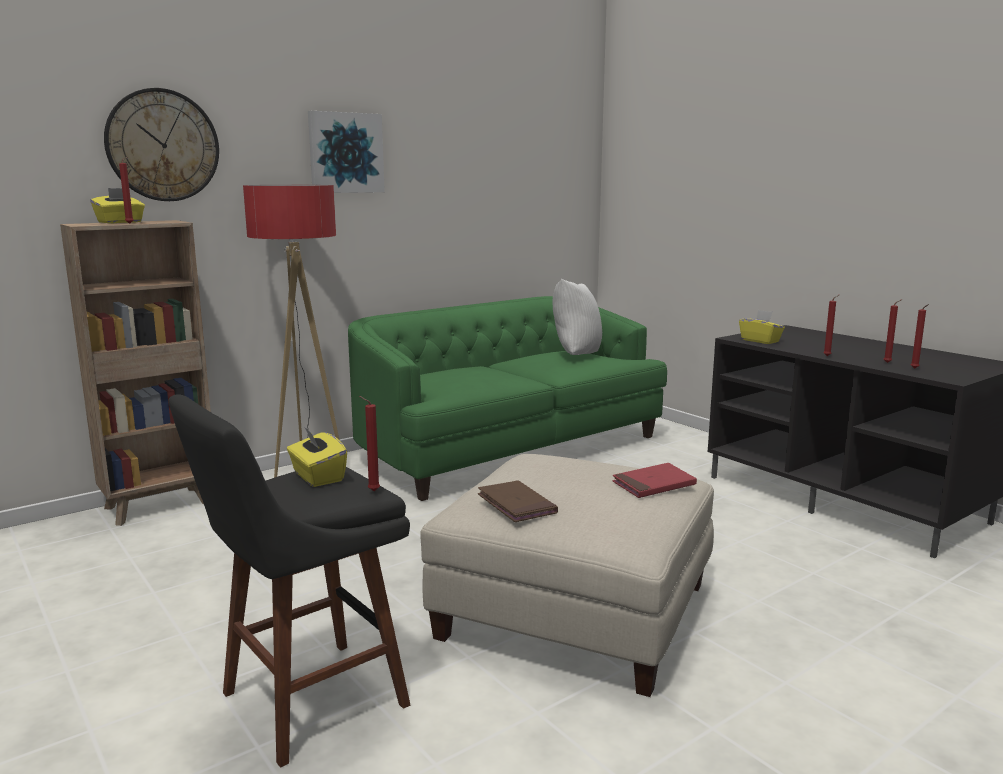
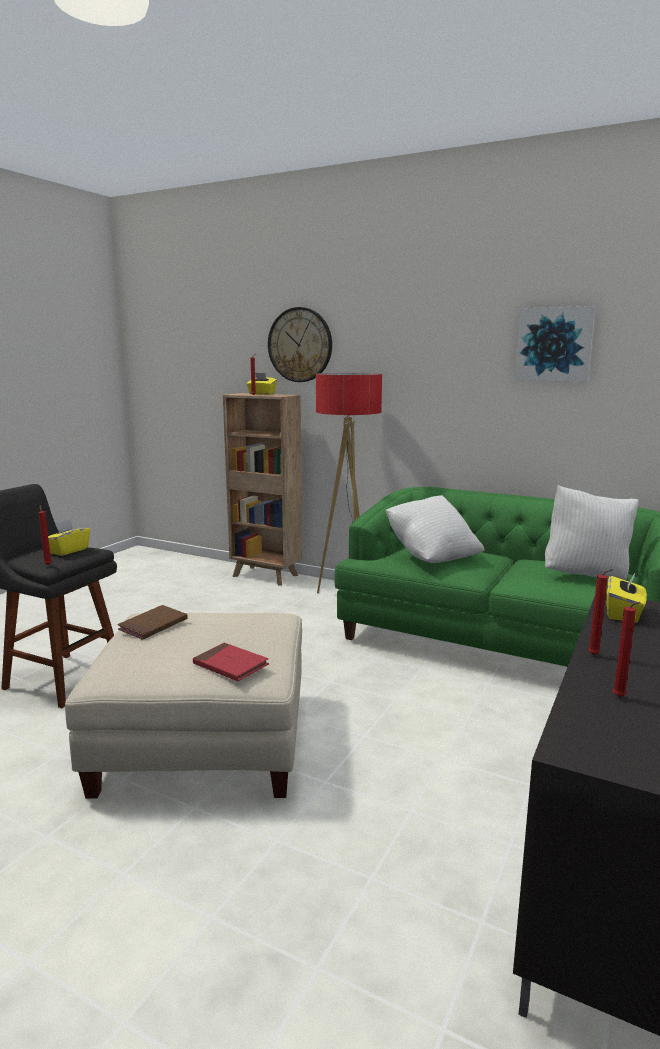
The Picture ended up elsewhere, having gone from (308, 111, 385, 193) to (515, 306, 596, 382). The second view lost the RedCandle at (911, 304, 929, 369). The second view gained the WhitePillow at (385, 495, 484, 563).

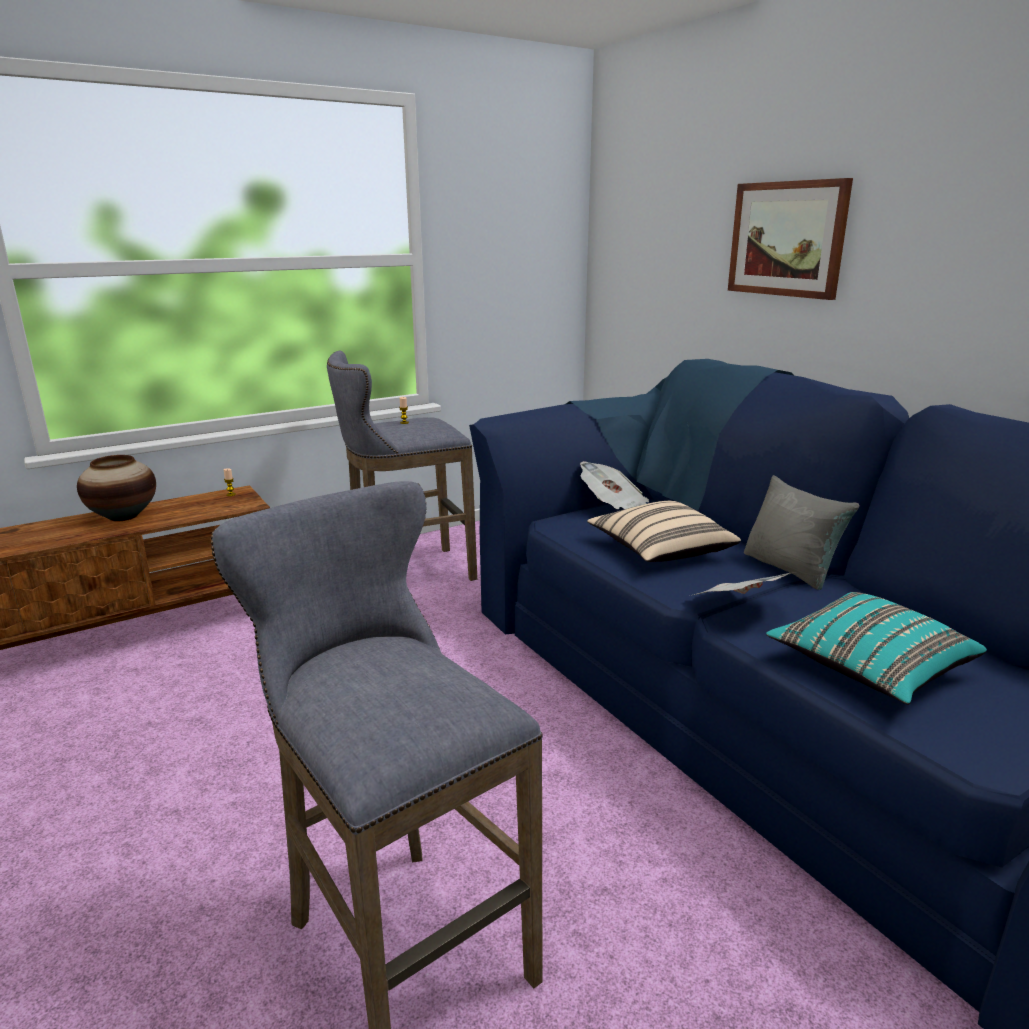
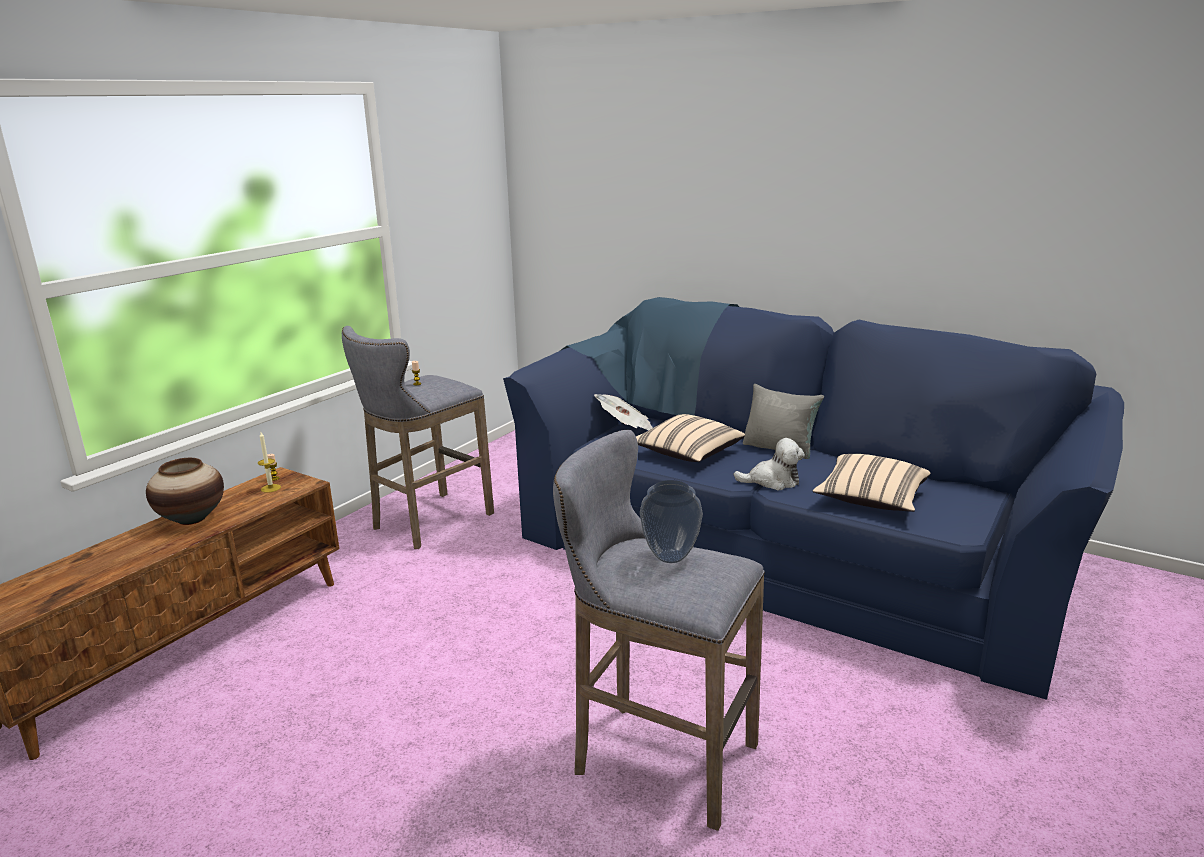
The second view lost the Picture at (728, 178, 853, 300). Where the Newspaper stood at (694, 572, 796, 595), the PlushToy came to stand at (733, 438, 805, 491). What was the TurquoisePillow at (766, 592, 987, 705) turned into the BeigePillow at (813, 454, 930, 512). The second view gained the Candle at (258, 432, 281, 493). The second view gained the Vase at (640, 480, 703, 563).

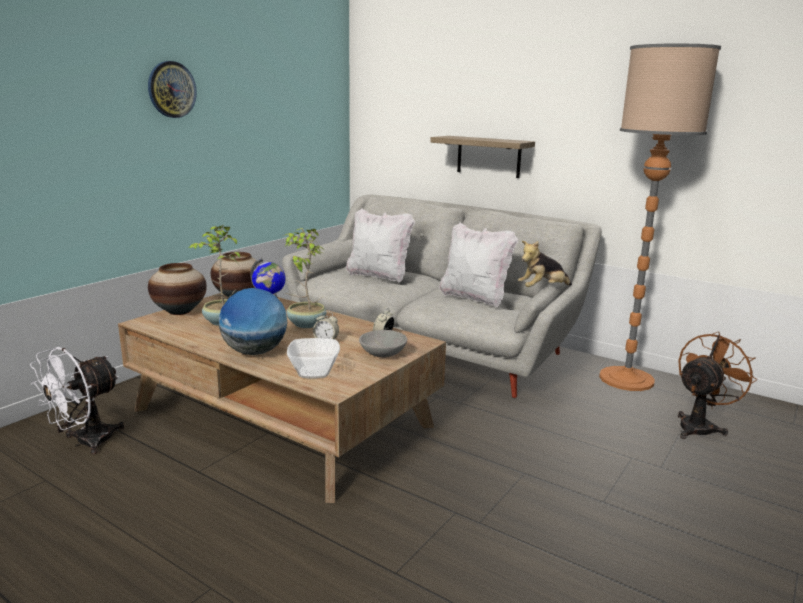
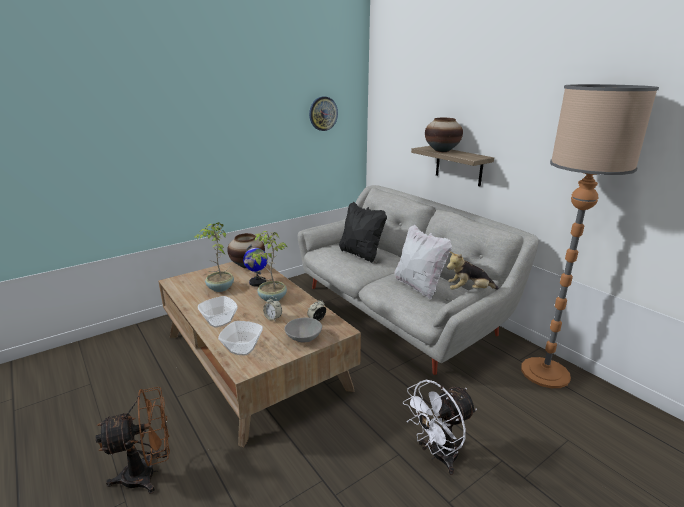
The WallClock ended up elsewhere, having gone from (148, 61, 197, 118) to (309, 97, 338, 131). What was the WhitePillow at (346, 208, 415, 282) turned into the BlackPillow at (339, 201, 387, 263). The Vase ended up elsewhere, having gone from (148, 263, 207, 315) to (425, 118, 463, 152). Where the Globe stood at (219, 288, 288, 355), the Bowl came to stand at (198, 296, 238, 328). The BrownFan ended up elsewhere, having gone from (678, 331, 757, 439) to (95, 387, 170, 494). The WhiteFan ended up elsewhere, having gone from (30, 347, 125, 454) to (403, 380, 477, 475).

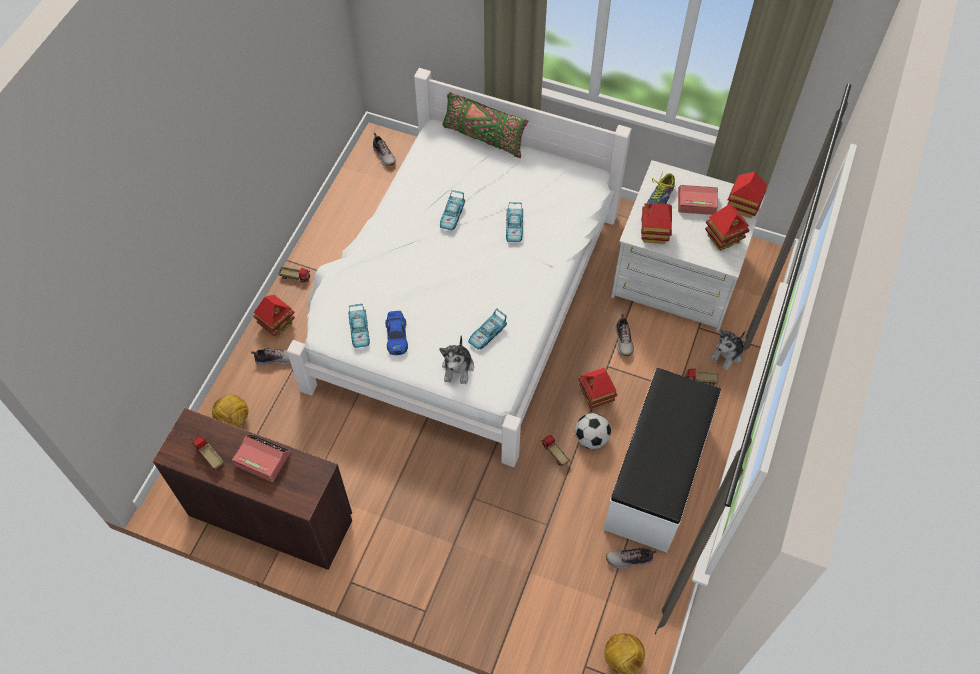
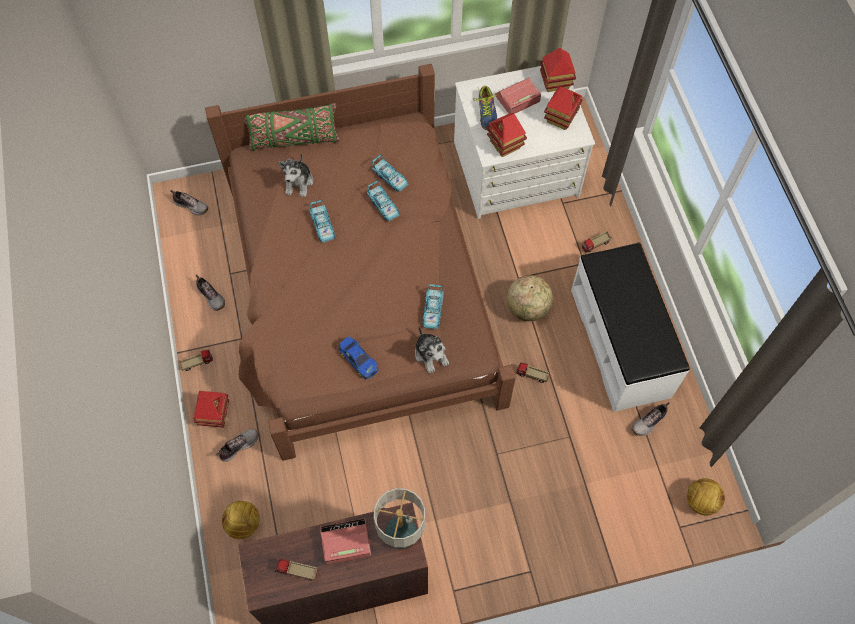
What was the WhiteBed at (287, 68, 631, 467) turned into the BrownBed at (205, 64, 516, 461). The ToyCar ended up elsewhere, having gone from (348, 304, 370, 348) to (372, 154, 408, 192). The Shoe ended up elsewhere, having gone from (615, 314, 634, 356) to (196, 274, 225, 311). The PlushToy ended up elsewhere, having gone from (710, 328, 745, 371) to (278, 152, 313, 197). Where the ToyHouse stood at (579, 367, 617, 409), the Globe came to stand at (507, 275, 553, 321). The second view lost the Football at (575, 413, 611, 449). The second view gained the TableLamp at (373, 488, 425, 549).

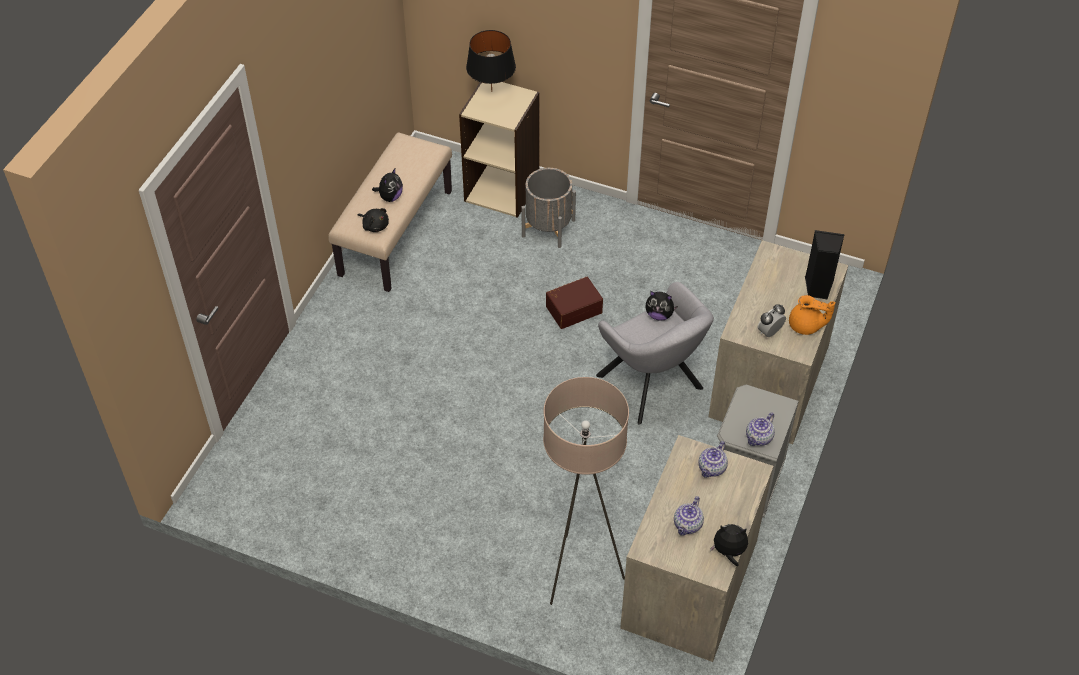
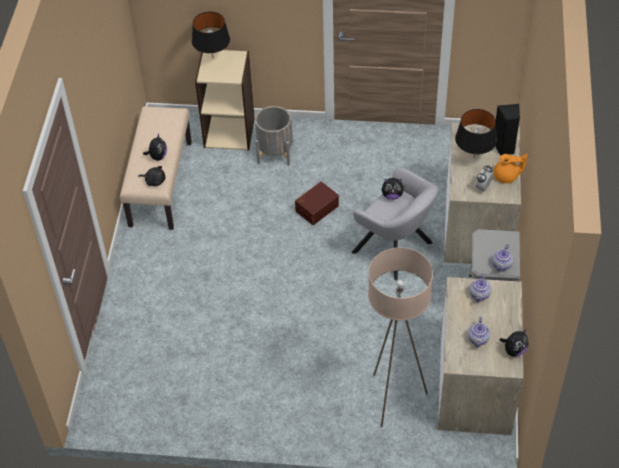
The PlushToy at (710, 524, 748, 566) ended up facing another way, 150 degrees clockwise from before. The second view gained the BlackTableLamp at (455, 109, 497, 156).

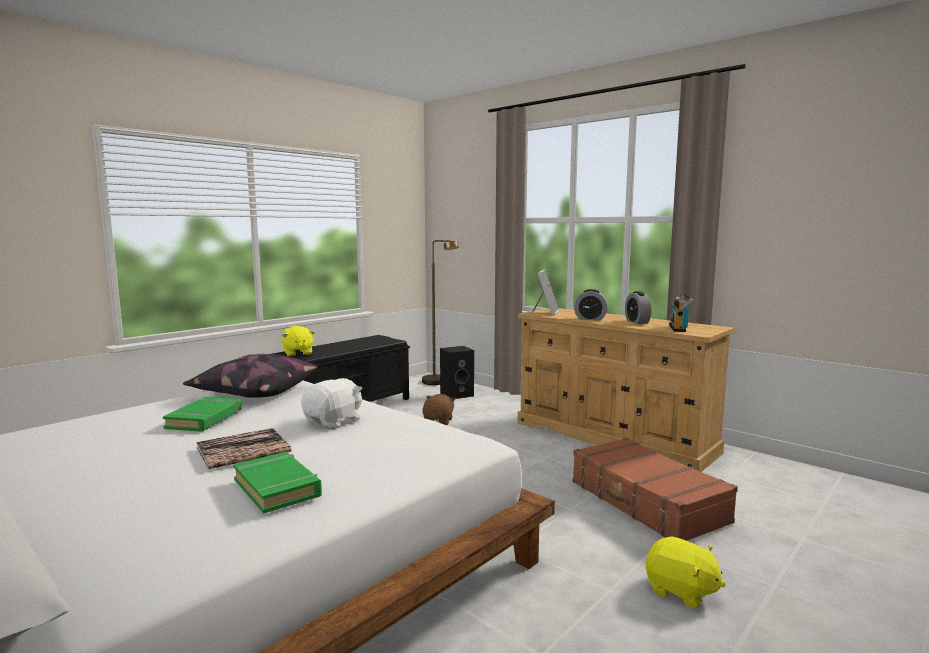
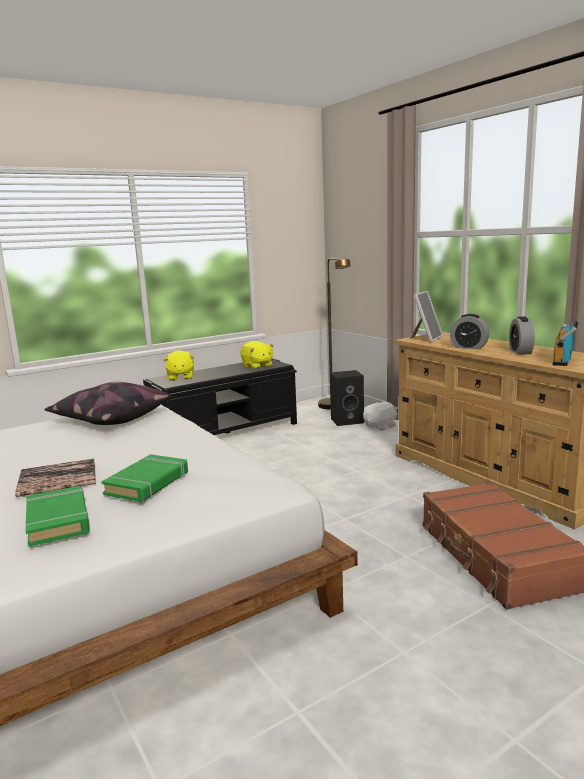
The WhitePlushToy ended up elsewhere, having gone from (301, 378, 362, 429) to (363, 402, 398, 431). The second view lost the BrownPlushToy at (422, 394, 456, 425). The GreenBook ended up elsewhere, having gone from (163, 397, 242, 432) to (101, 454, 188, 502). The YellowPlushToy ended up elsewhere, having gone from (646, 536, 726, 608) to (240, 341, 274, 369).

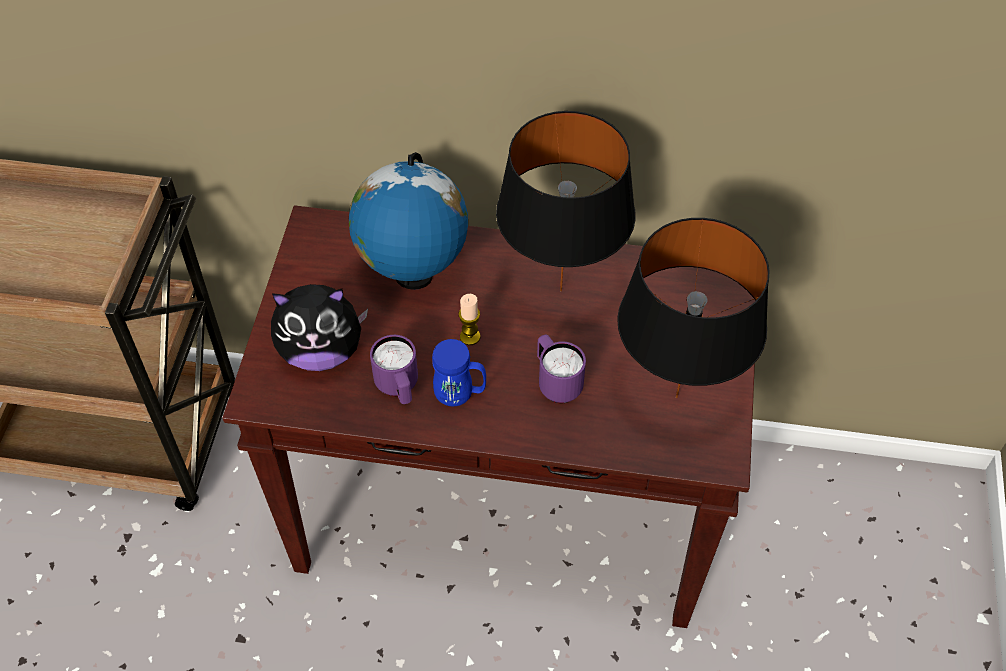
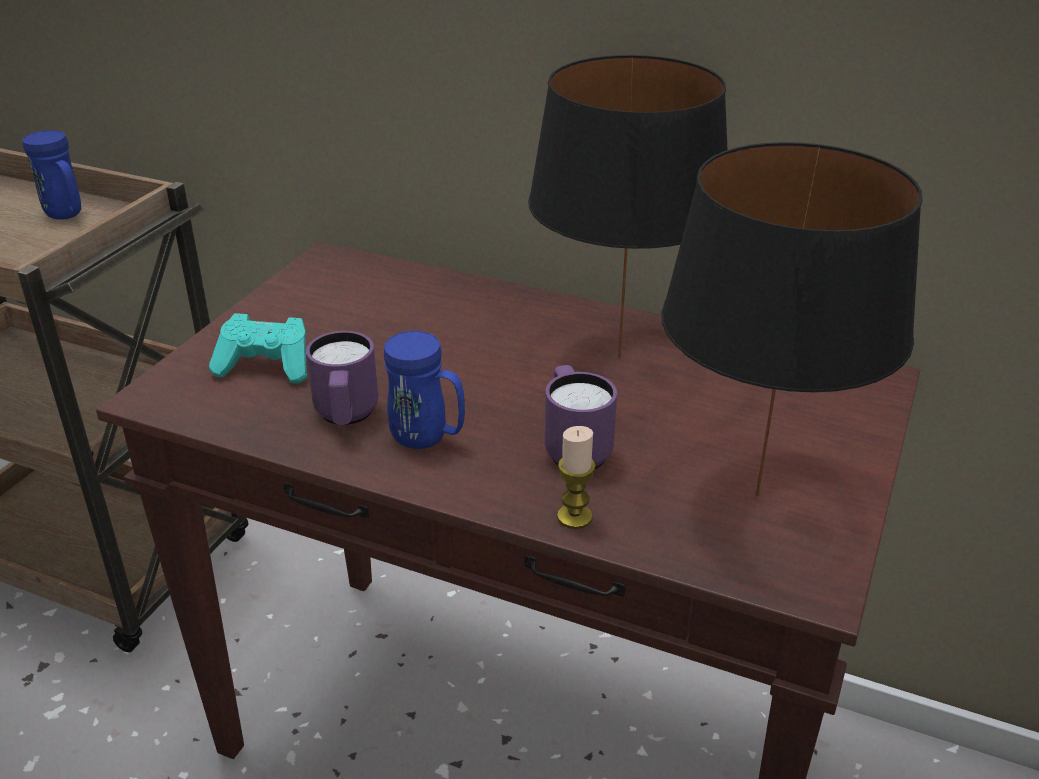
The second view lost the Globe at (349, 152, 468, 290). Where the PlushToy stood at (271, 284, 368, 371), the TurquoiseGameController came to stand at (209, 313, 307, 384). The Candle ended up elsewhere, having gone from (459, 294, 480, 345) to (557, 426, 596, 529). The second view gained the BlueMug at (22, 130, 81, 220).

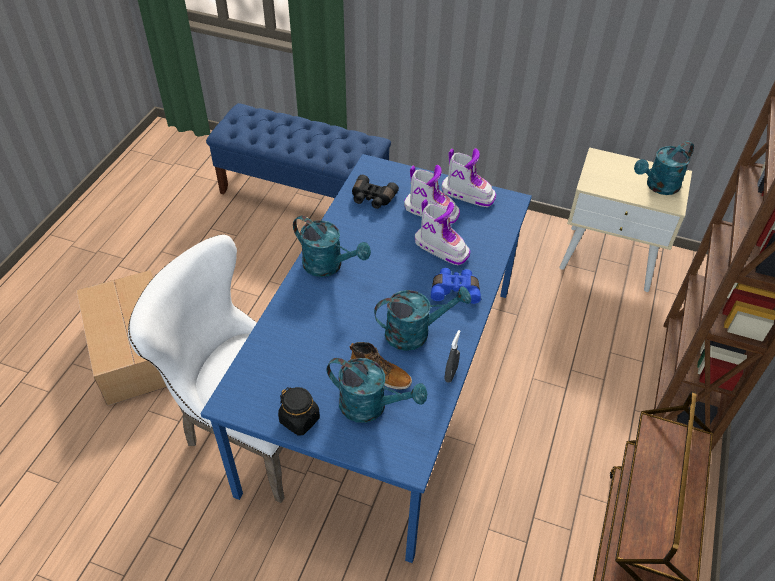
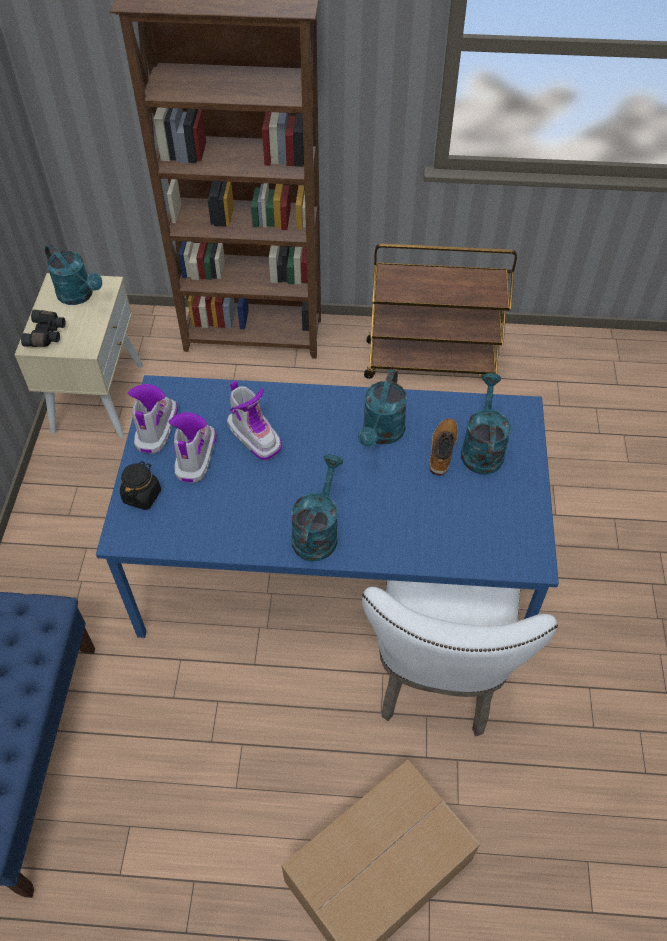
The BlackBinoculars ended up elsewhere, having gone from (352, 175, 399, 209) to (21, 310, 66, 347). The Boot at (415, 199, 470, 265) ended up facing another way, 120 degrees clockwise from before. The second view lost the BlueBinoculars at (431, 268, 481, 304). The TurquoiseWateringCan at (374, 286, 471, 351) ended up facing another way, 135 degrees counterclockwise from before. The second view lost the GreySprayBottle at (444, 330, 461, 383). The BlackJar ended up elsewhere, having gone from (278, 387, 320, 436) to (120, 461, 161, 510).

